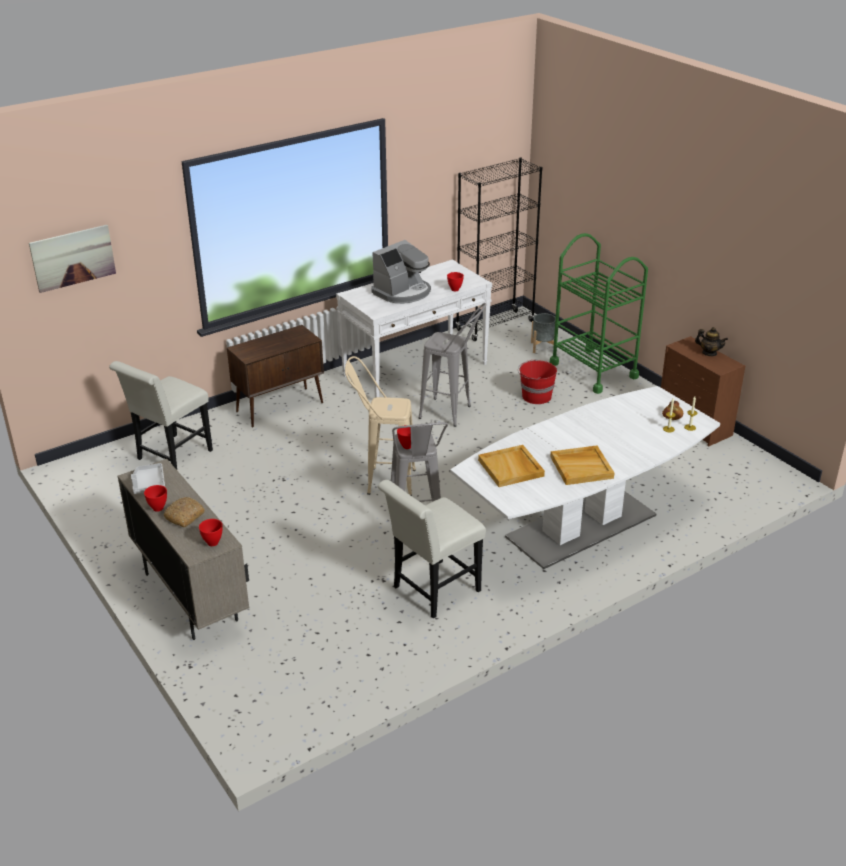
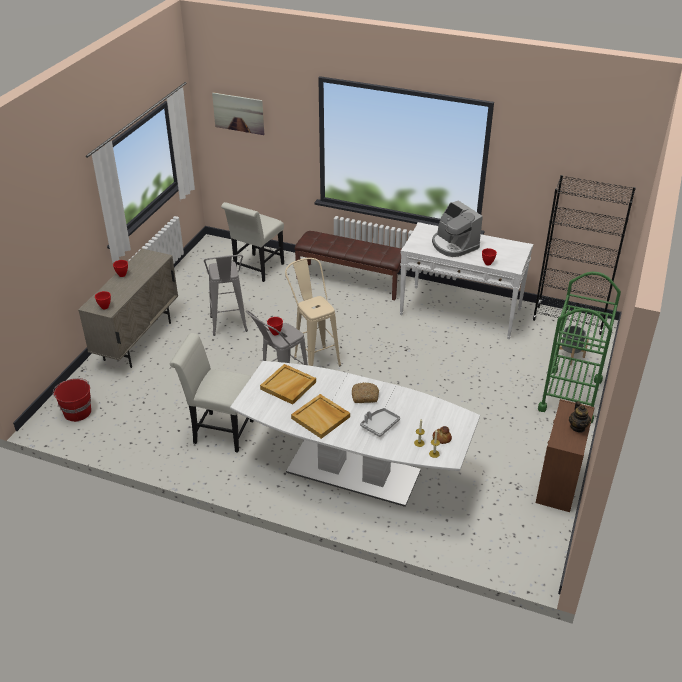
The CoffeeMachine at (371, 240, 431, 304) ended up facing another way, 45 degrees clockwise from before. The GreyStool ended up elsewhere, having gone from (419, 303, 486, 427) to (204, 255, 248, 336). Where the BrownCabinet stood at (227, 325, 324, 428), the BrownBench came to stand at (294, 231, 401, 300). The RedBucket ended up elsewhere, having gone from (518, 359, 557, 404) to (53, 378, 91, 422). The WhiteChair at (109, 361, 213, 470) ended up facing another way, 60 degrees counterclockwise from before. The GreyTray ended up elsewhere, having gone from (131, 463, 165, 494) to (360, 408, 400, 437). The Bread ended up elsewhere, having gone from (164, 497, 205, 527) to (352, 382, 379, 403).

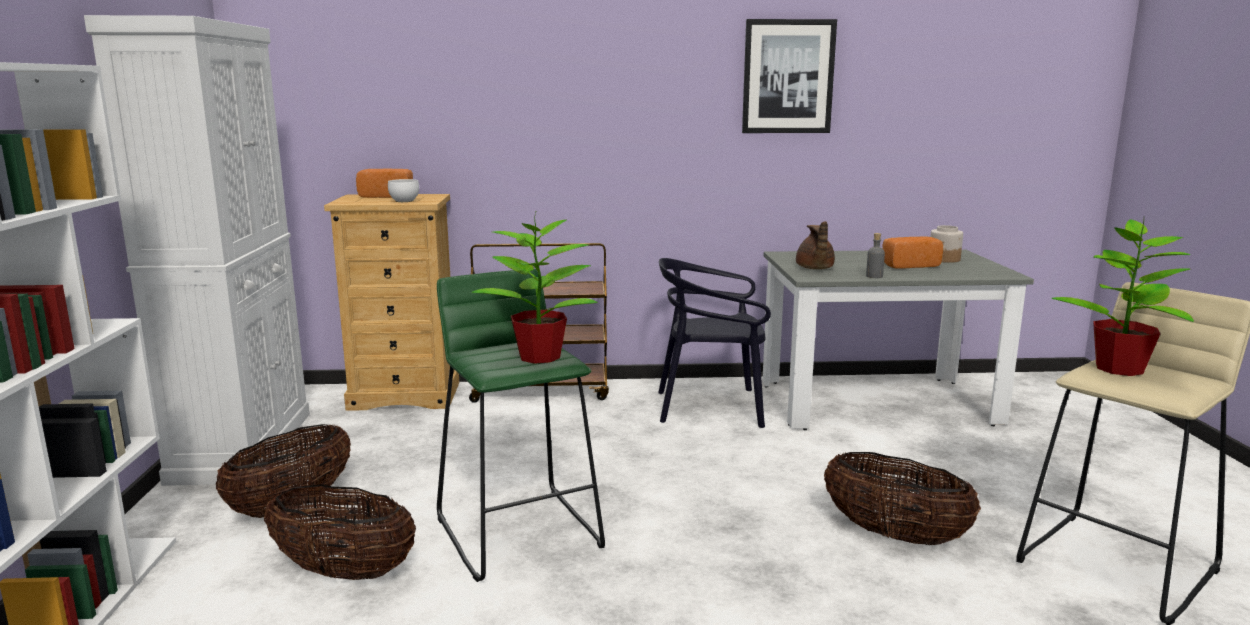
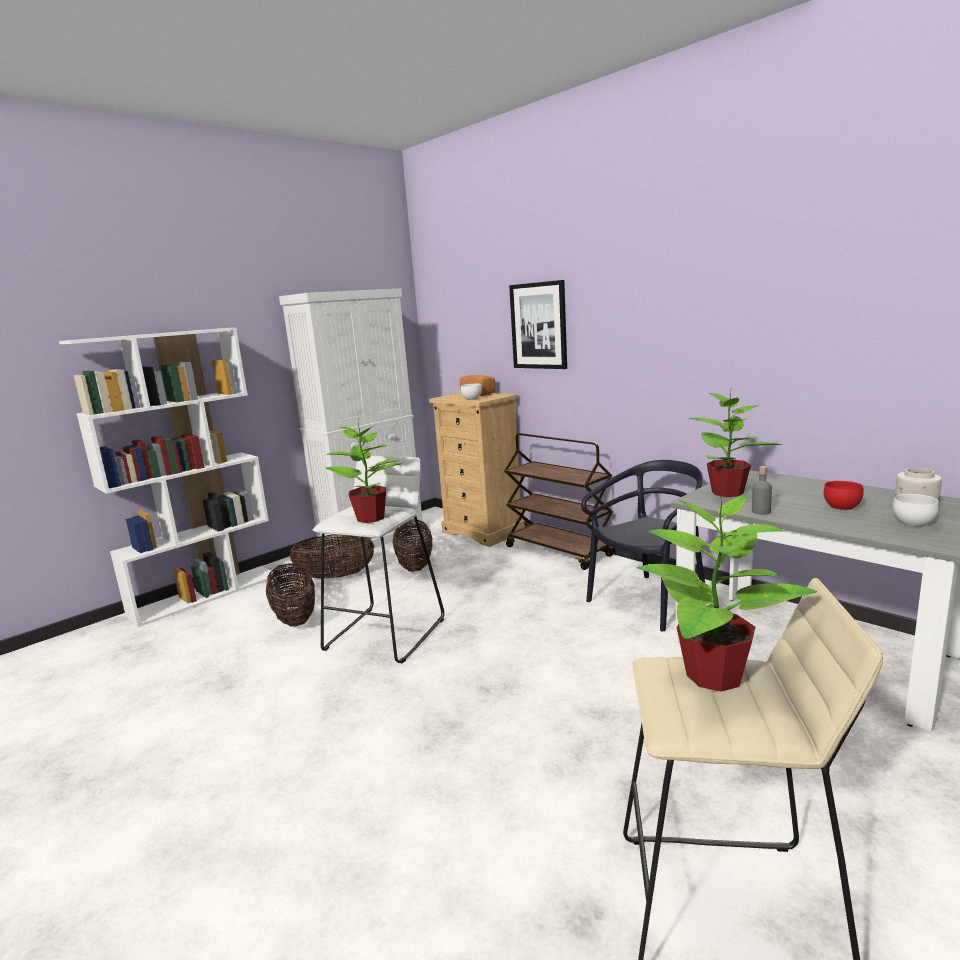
The Picture ended up elsewhere, having gone from (742, 19, 837, 133) to (509, 280, 567, 369). Where the BrownTeapot stood at (796, 221, 835, 269), the PottedPlant came to stand at (689, 390, 782, 497). Where the Bread stood at (882, 237, 943, 269), the RedBowl came to stand at (824, 481, 864, 510). The BlackChair at (658, 258, 771, 428) ended up facing another way, 90 degrees clockwise from before. What was the GreenStool at (437, 269, 605, 582) turned into the WhiteStool at (313, 456, 444, 663). The Basket ended up elsewhere, having gone from (824, 452, 981, 545) to (393, 519, 433, 572). The second view gained the WhiteBowl at (893, 494, 939, 527).

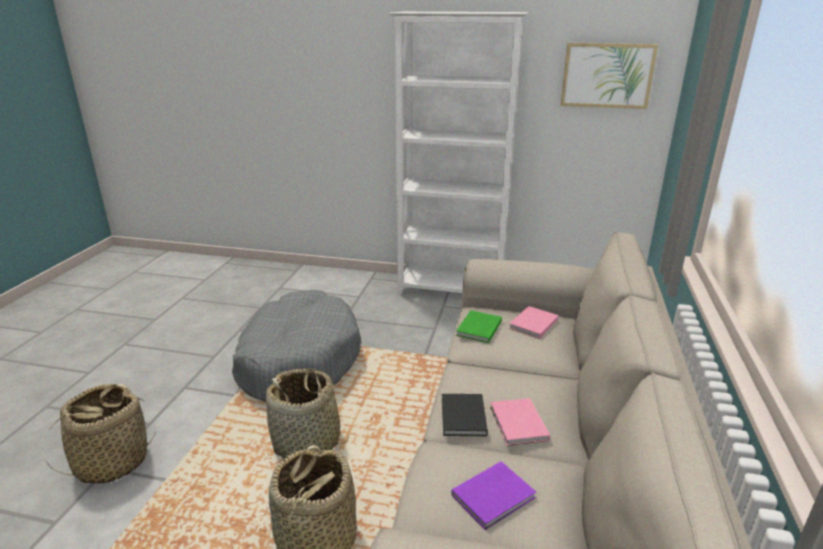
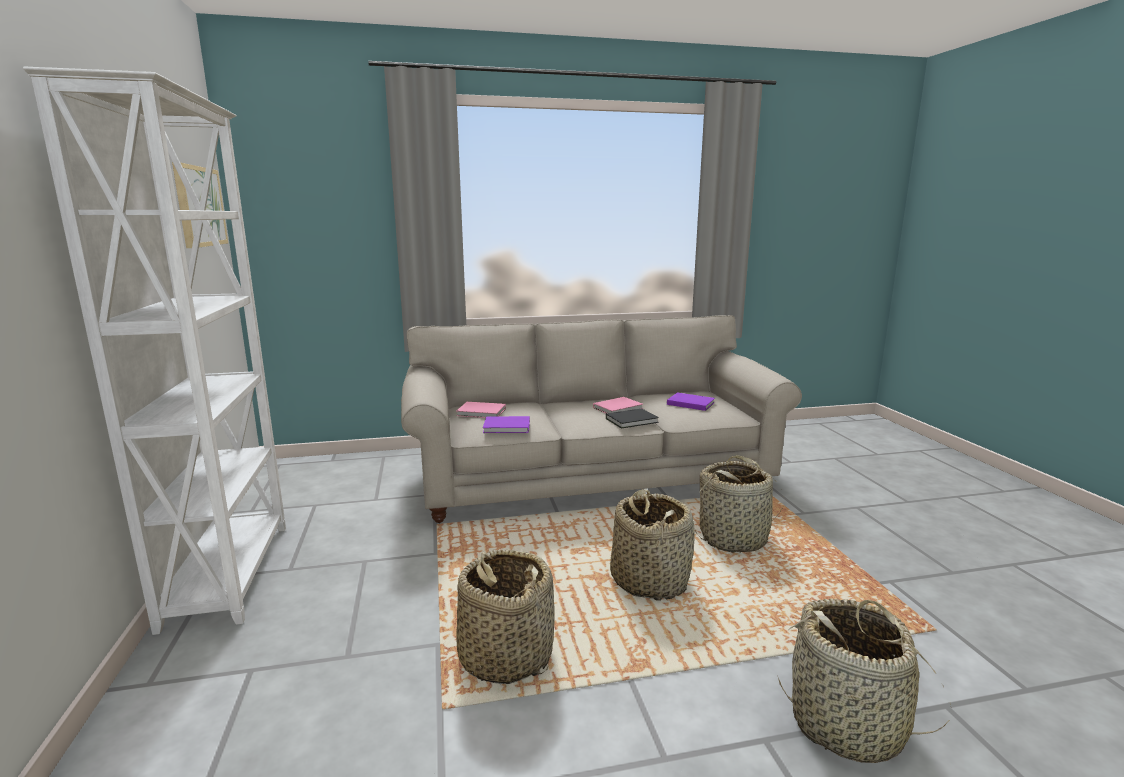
Where the GreyDogBed stood at (232, 290, 361, 402), the Basket came to stand at (456, 549, 555, 684). What was the GreenBook at (456, 310, 502, 343) turned into the PurpleBook at (483, 416, 530, 433).

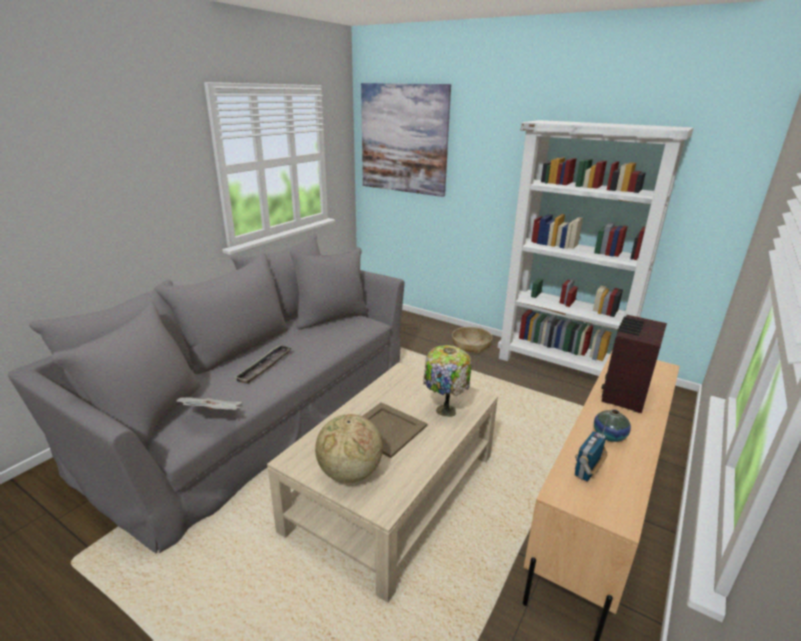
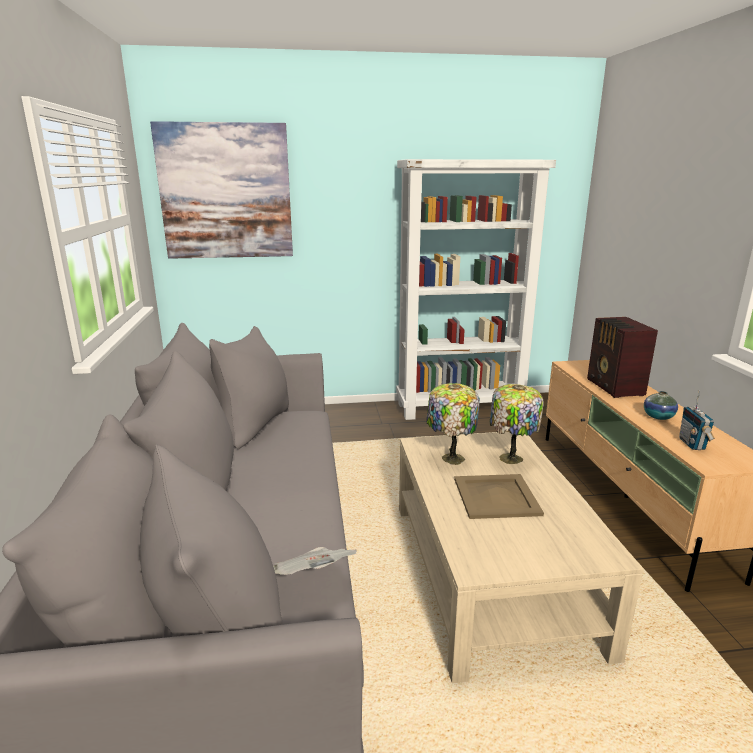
The second view lost the Basket at (452, 327, 492, 354). The second view lost the Tray at (235, 345, 293, 384). The second view lost the Globe at (315, 414, 383, 483). The second view gained the TableLamp at (426, 383, 480, 465).

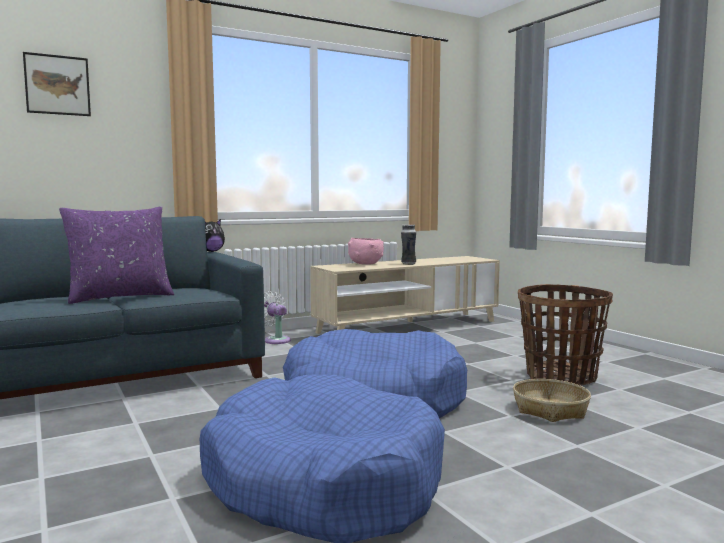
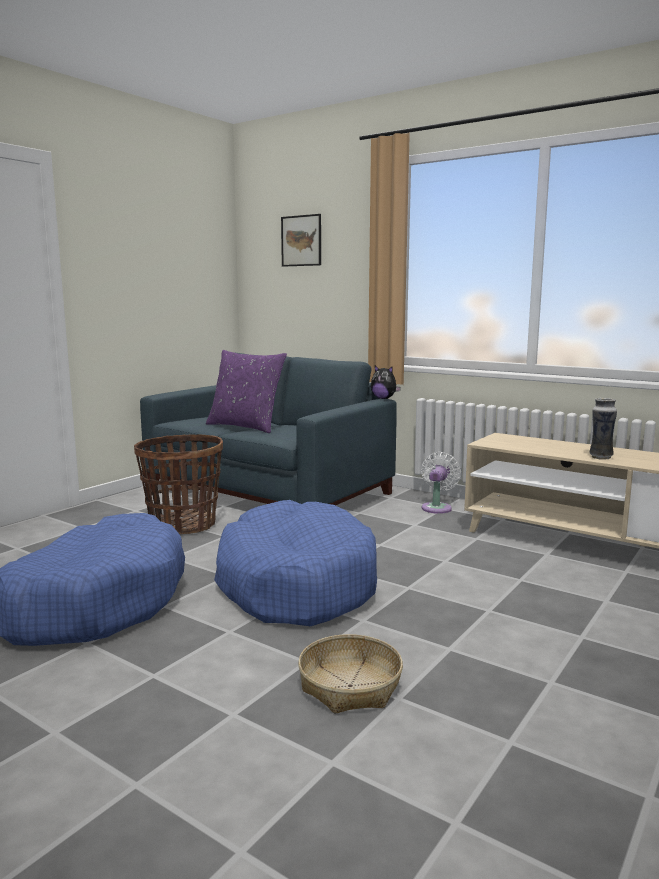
The second view lost the PinkBowl at (348, 238, 384, 265). The Basket ended up elsewhere, having gone from (518, 284, 613, 386) to (134, 434, 223, 534).

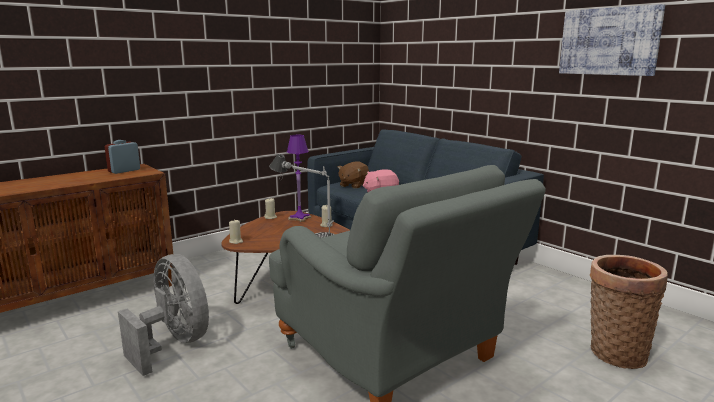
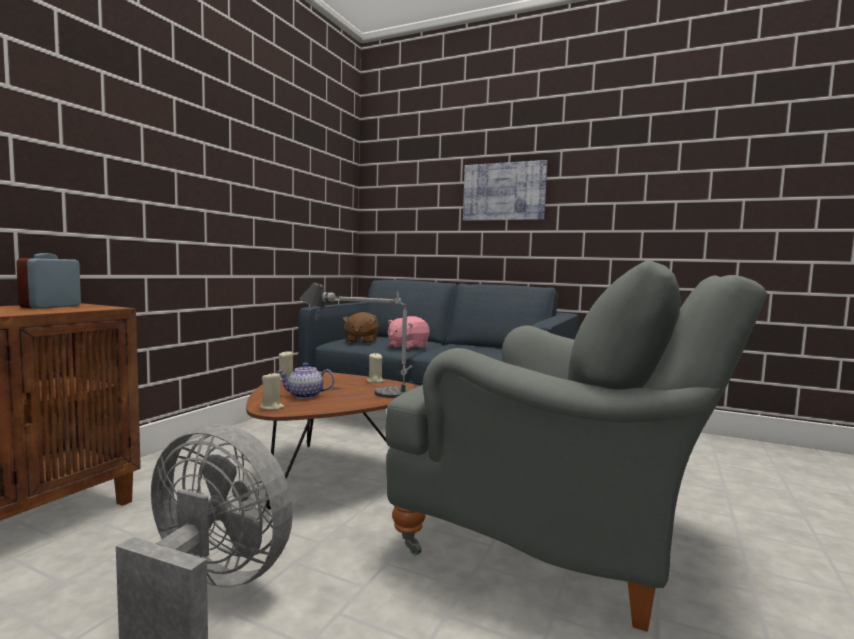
The Picture ended up elsewhere, having gone from (559, 4, 665, 76) to (463, 160, 547, 221). The second view lost the PurpleTableLamp at (287, 135, 311, 222). The second view lost the Basket at (590, 255, 668, 369). The second view gained the Teapot at (277, 363, 334, 399).

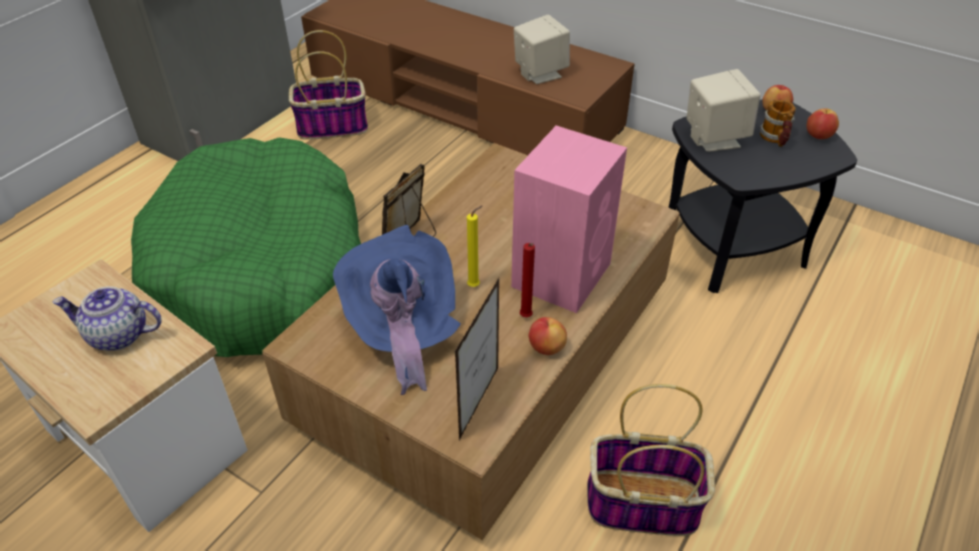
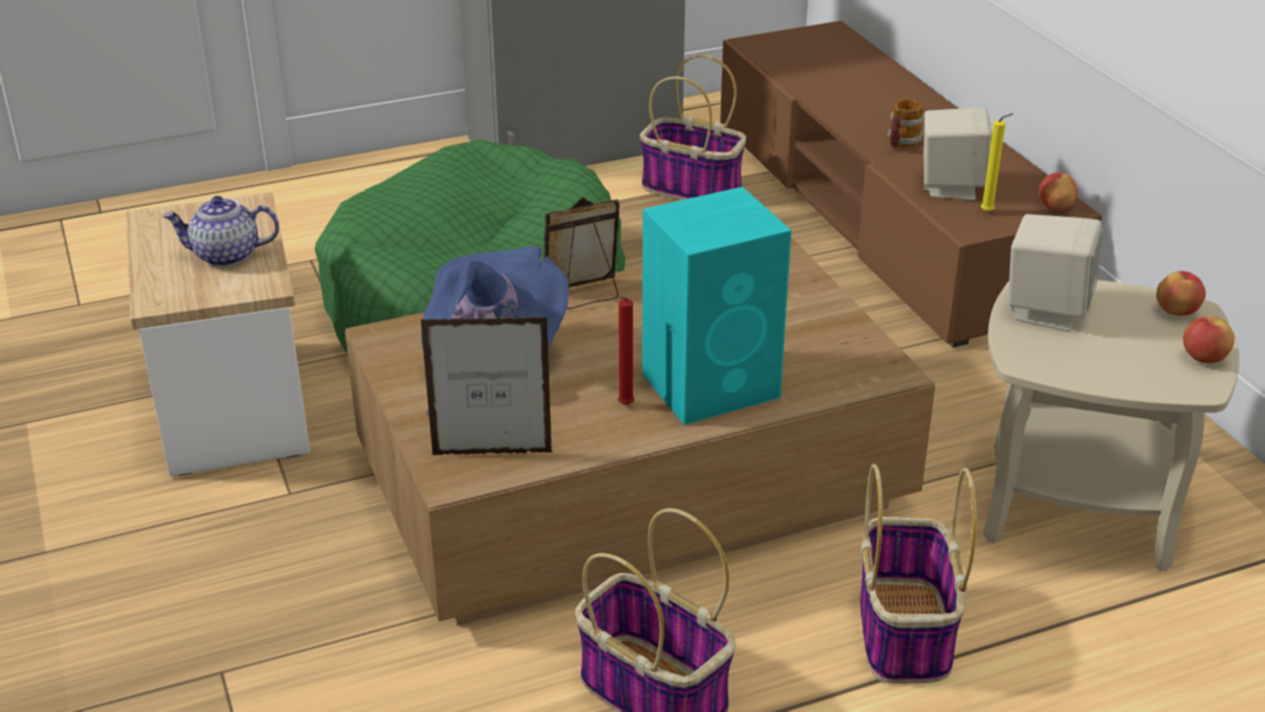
What was the BlackSideTable at (668, 99, 857, 293) turned into the BeigeSideTable at (982, 280, 1240, 572). The Mug ended up elsewhere, having gone from (760, 100, 796, 147) to (888, 99, 924, 149). What was the PinkSpeaker at (511, 126, 627, 313) turned into the TurquoiseSpeaker at (642, 187, 791, 425). The YellowCandle ended up elsewhere, having gone from (467, 205, 483, 287) to (981, 113, 1013, 212). The PictureFrame at (455, 278, 499, 440) ended up facing another way, 150 degrees counterclockwise from before. The Teapot at (53, 286, 162, 351) ended up facing another way, 45 degrees counterclockwise from before. The Apple ended up elsewhere, having gone from (529, 317, 567, 355) to (1039, 172, 1078, 210). The second view gained the Basket at (860, 464, 977, 684).

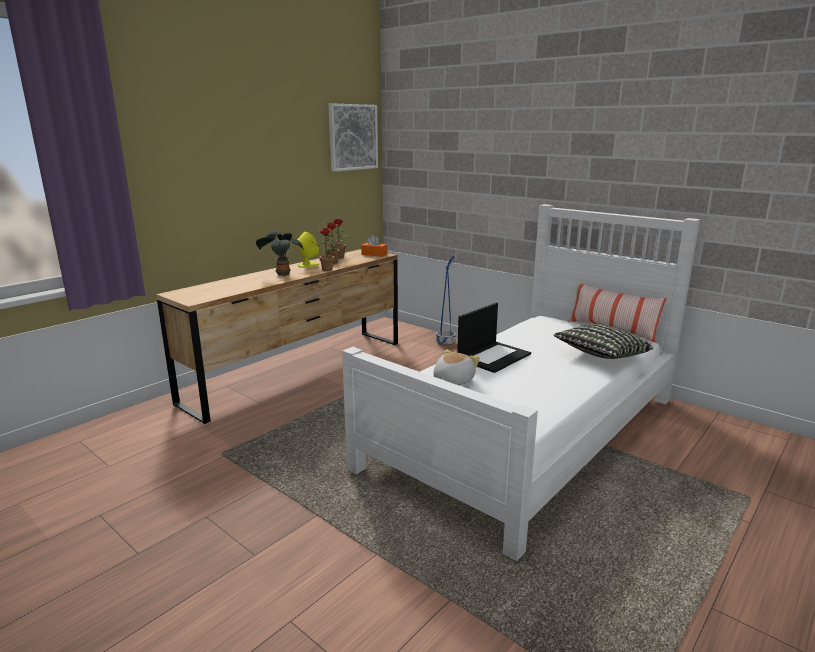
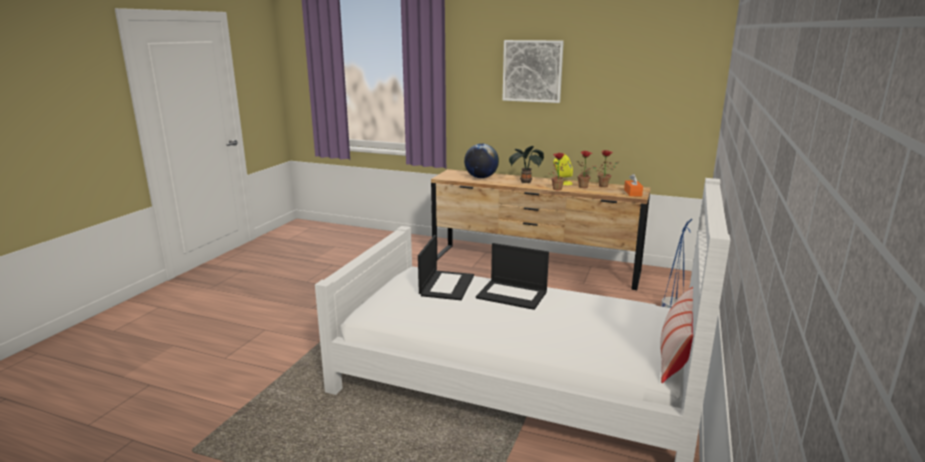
The Picture ended up elsewhere, having gone from (328, 103, 378, 172) to (503, 40, 564, 103). The second view lost the Pillow at (553, 324, 653, 359). Where the PlushToy stood at (433, 350, 480, 386), the Laptop came to stand at (418, 235, 474, 300). The second view gained the Globe at (464, 143, 499, 178).

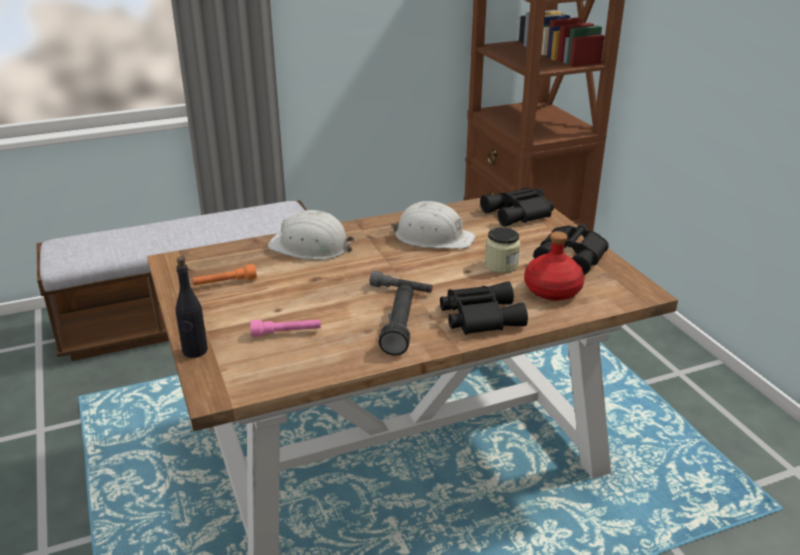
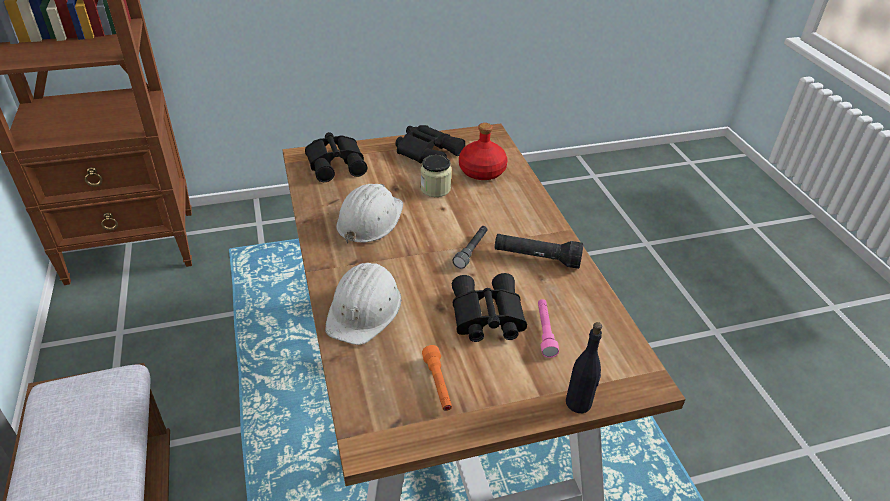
The BlackBinoculars ended up elsewhere, having gone from (440, 281, 528, 335) to (452, 273, 527, 342).

